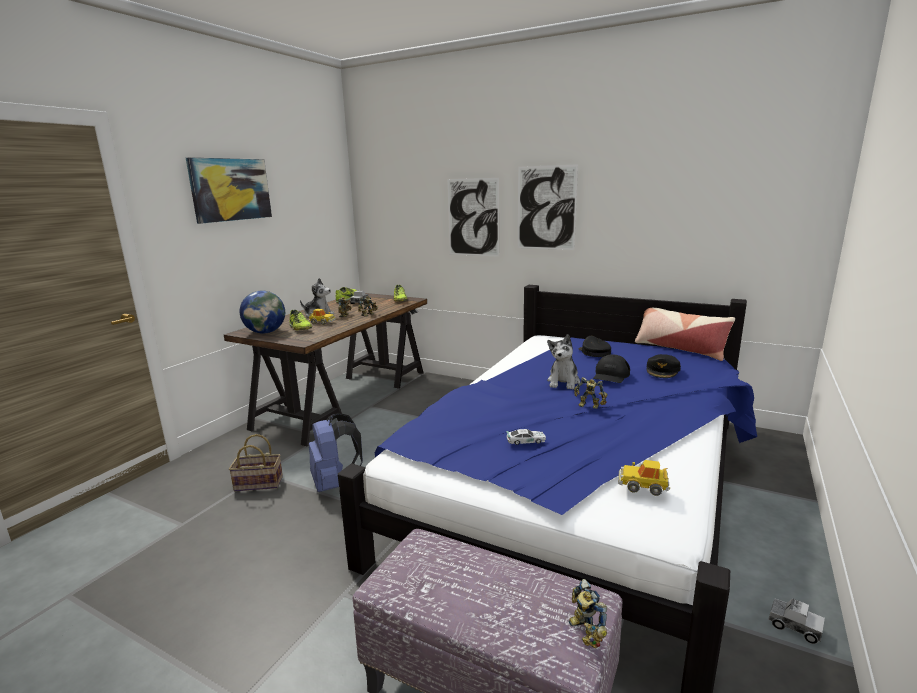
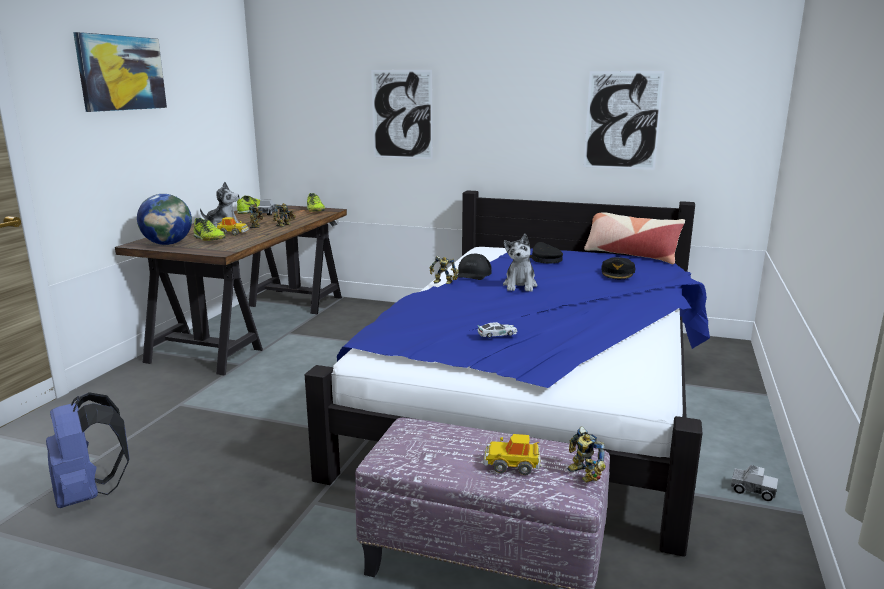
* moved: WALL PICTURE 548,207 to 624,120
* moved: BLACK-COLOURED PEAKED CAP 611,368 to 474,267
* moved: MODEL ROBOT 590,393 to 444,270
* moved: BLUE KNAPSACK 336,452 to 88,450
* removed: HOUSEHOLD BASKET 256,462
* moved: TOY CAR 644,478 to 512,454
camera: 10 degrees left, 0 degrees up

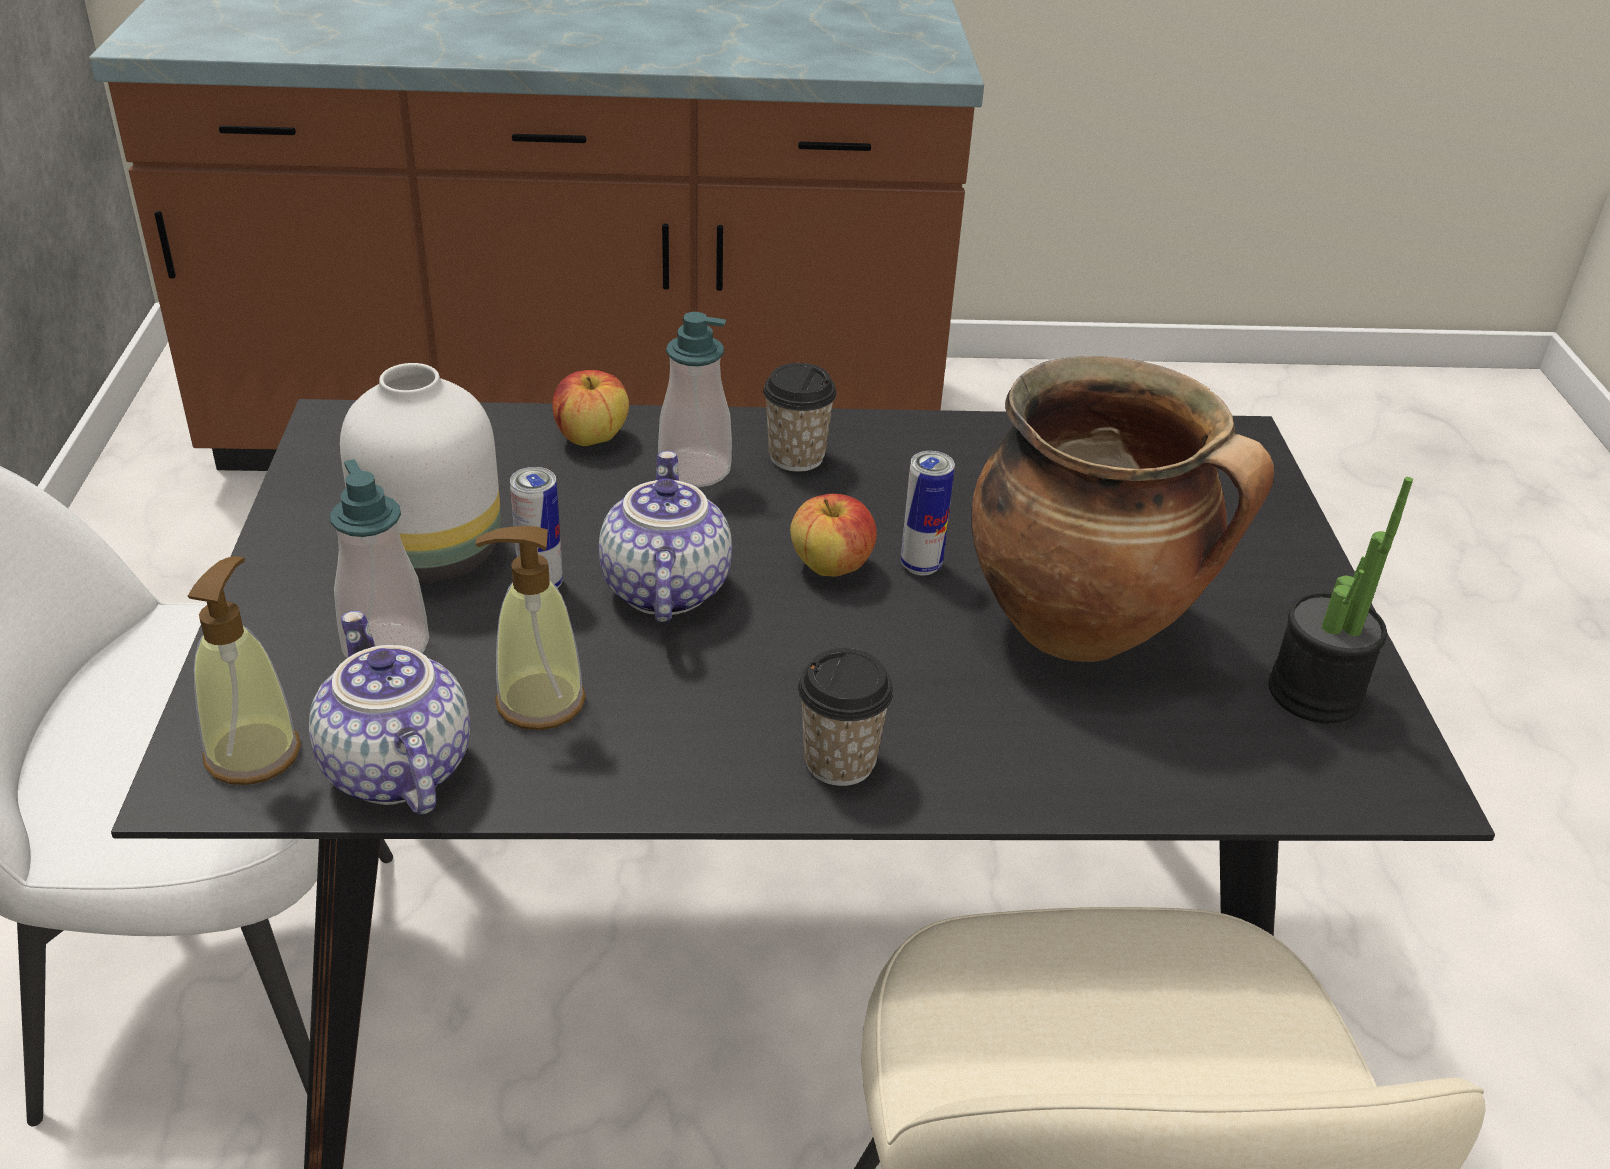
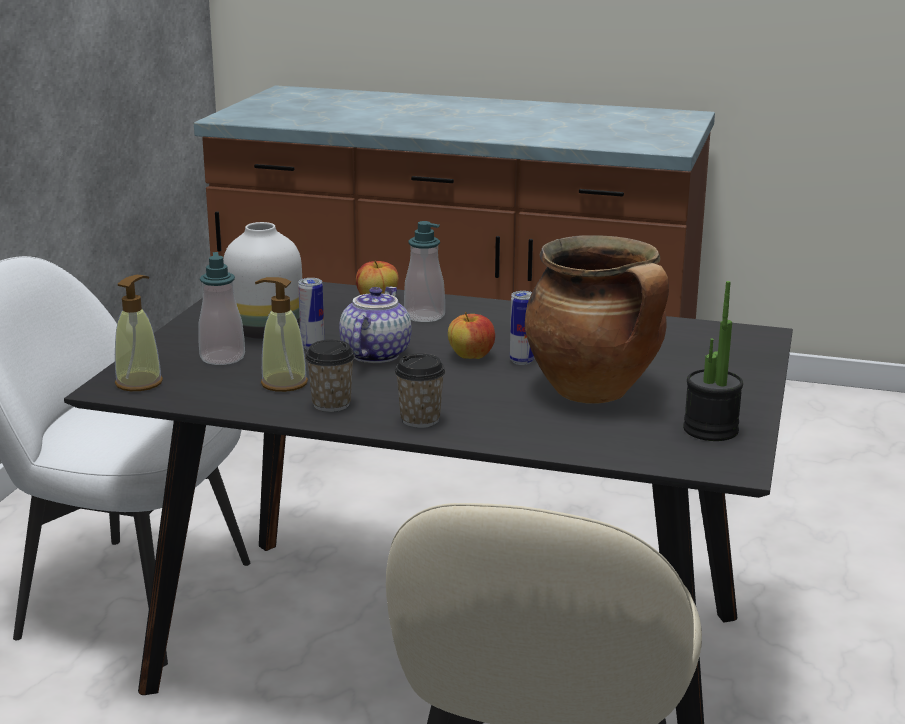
* moved: SMALL CUP 800,417 to 330,376
* removed: TEA POT 389,713
camera: 20 degrees right, 15 degrees down

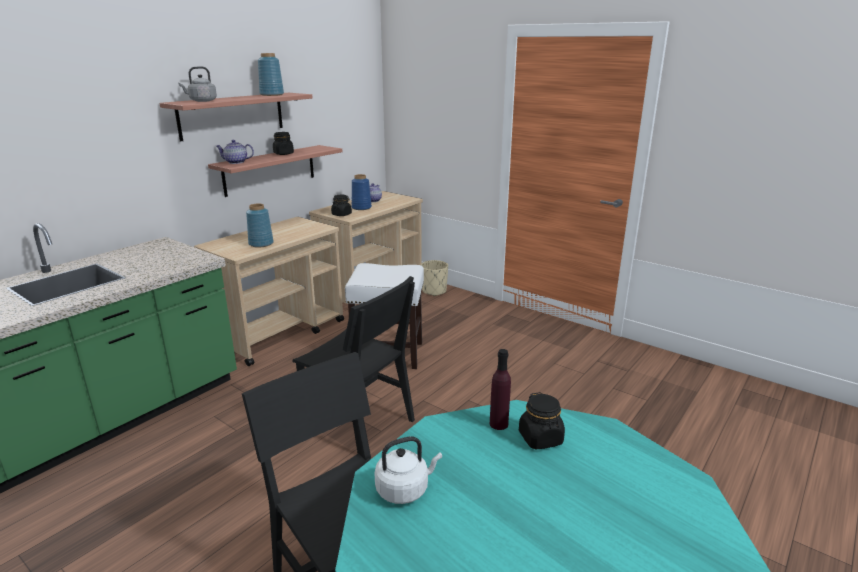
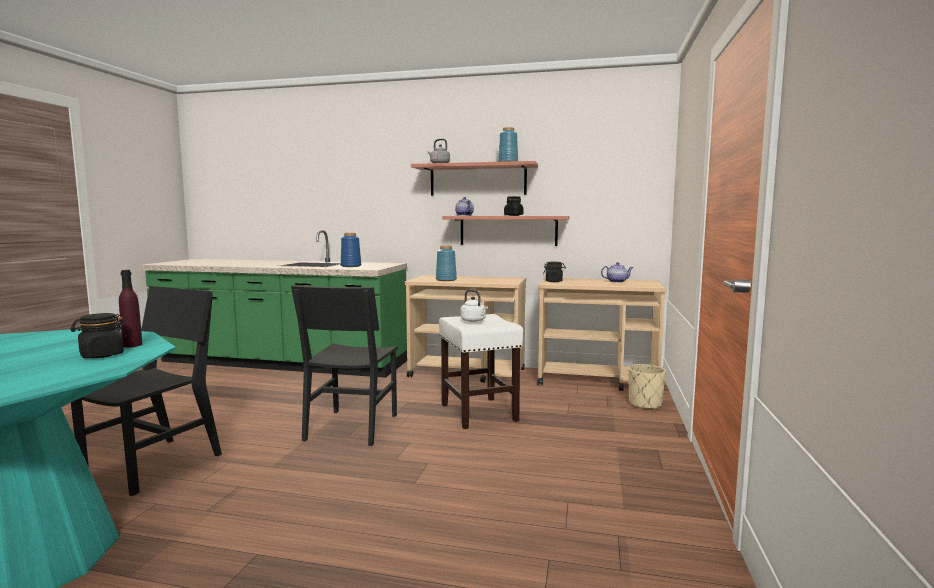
* moved: BLUE VASE 362,192 to 351,250
* moved: WHITE TEA KETTLE 408,470 to 474,306
camera: 65 degrees right, 15 degrees down

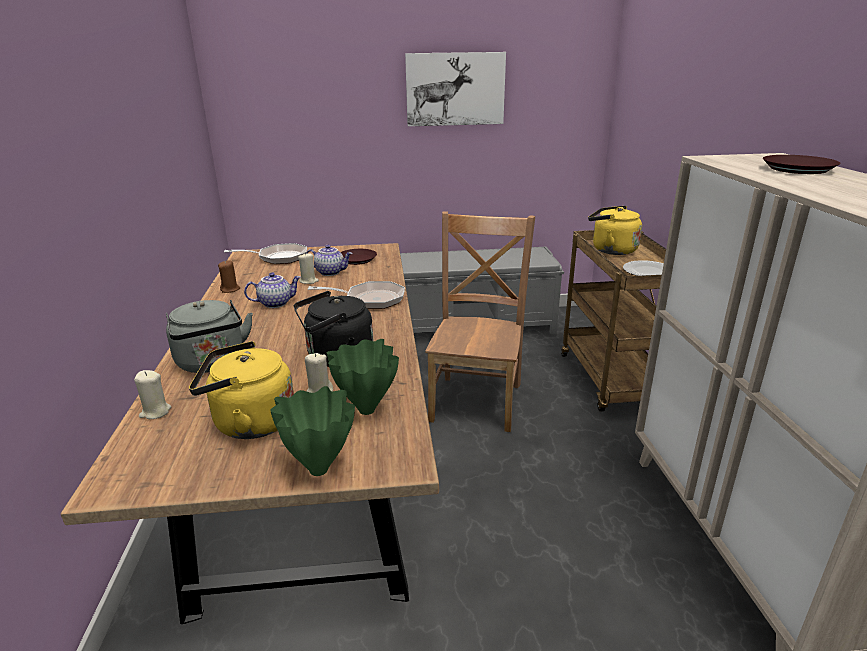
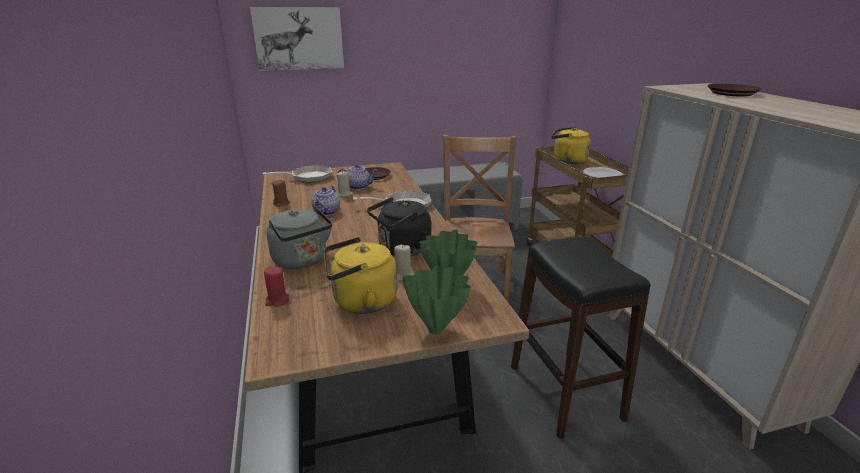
* moved: WALL PICTURE 455,89 to 297,39
* turned: TEA POT 272,290 = 326,201 135 degrees clockwise
* recoloured: SAND-COLOURED WAX LIGHT 152,394 to REDDISH WAX LIGHT 276,286
* added: BLACK-COLOURED SITTING STOOL 581,338
camera: 10 degrees left, 0 degrees up

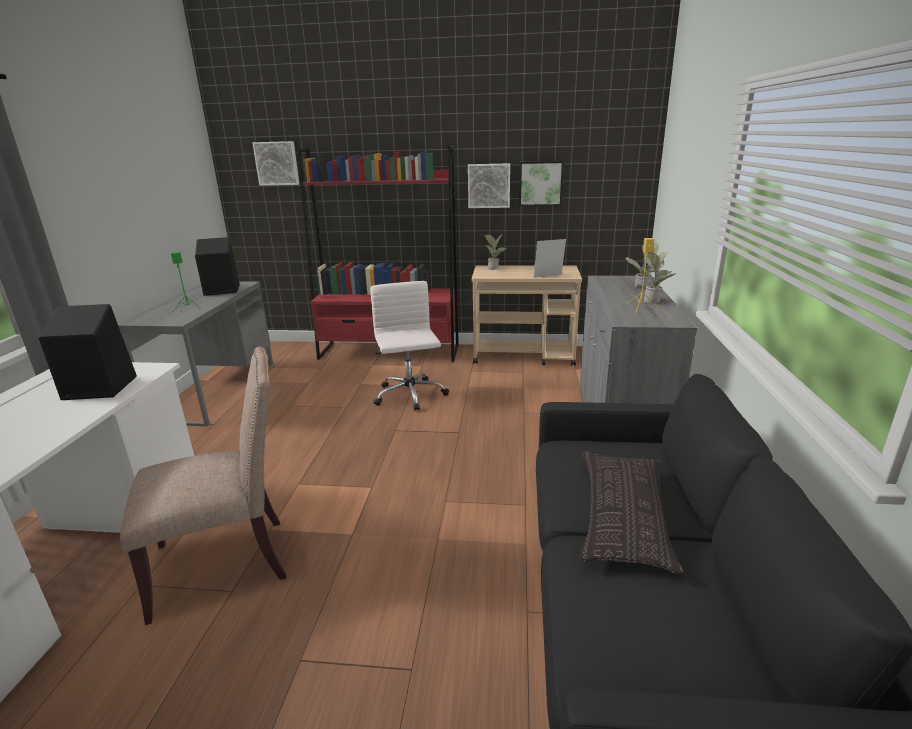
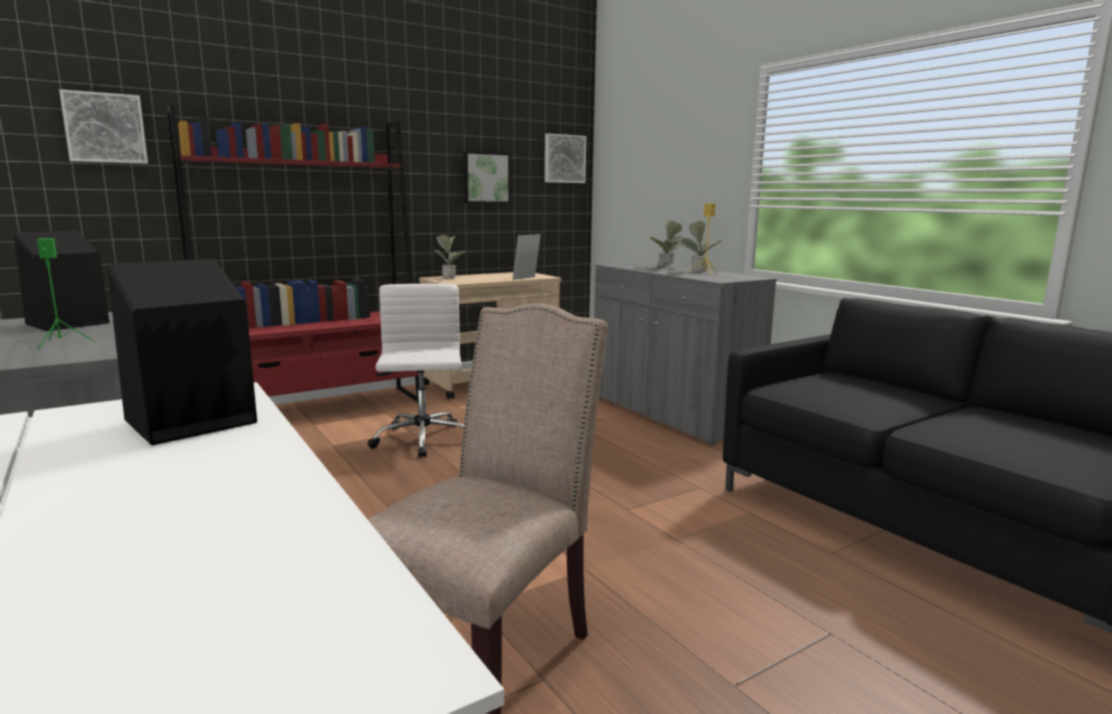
* moved: WALL PICTURE 489,185 to 565,158
* turned: WHITE COMPUTER CHAIR 409,346 = 415,371 45 degrees clockwise
* removed: CUSHION 632,513
camera: 40 degrees left, 10 degrees down

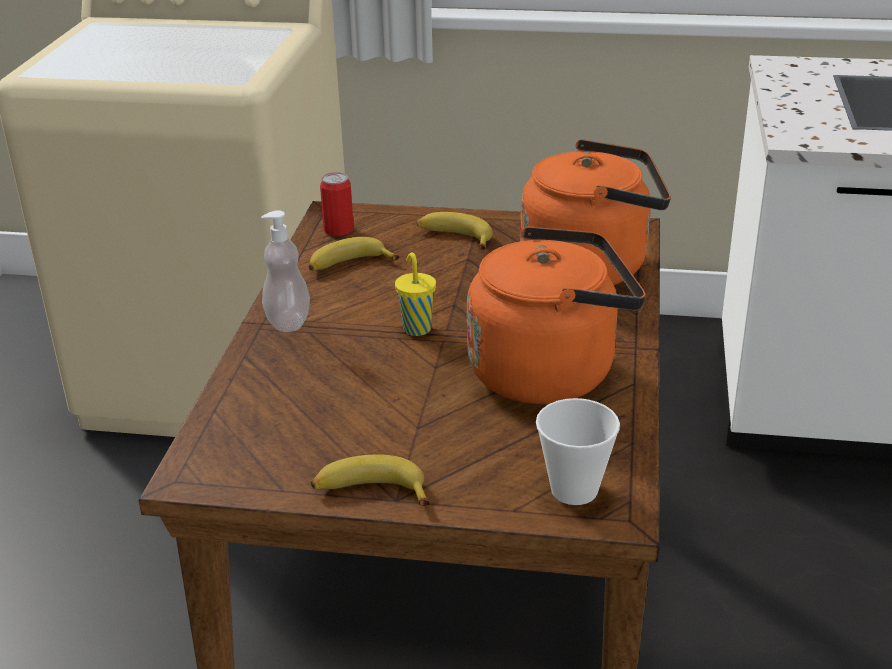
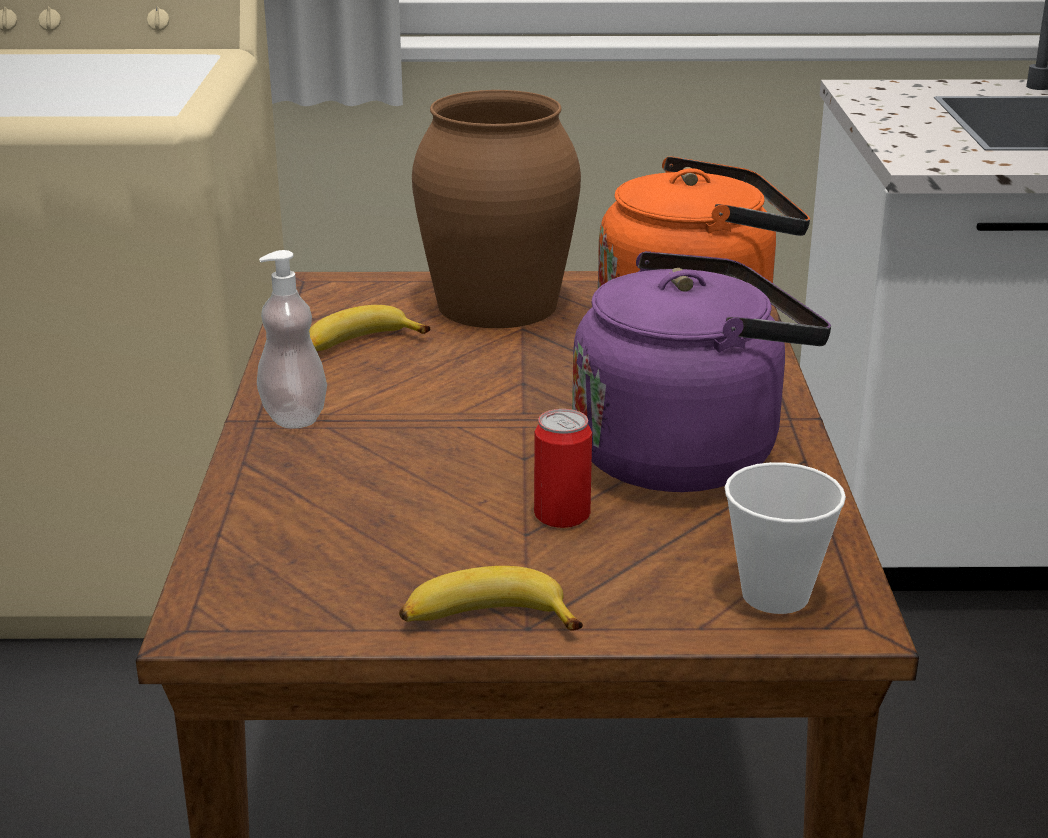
* moved: SEALED CAN 337,204 to 563,468
* replaced: WHOLE BANANA 454,231 to BROWN-COLOURED VASE 496,209
* recoloured: ORANGEY TEA KETTLE 556,315 to PURPLISH TEA KETTLE 701,371
* removed: YELLOW SMALL CUP 415,294
camera: 10 degrees left, 5 degrees down

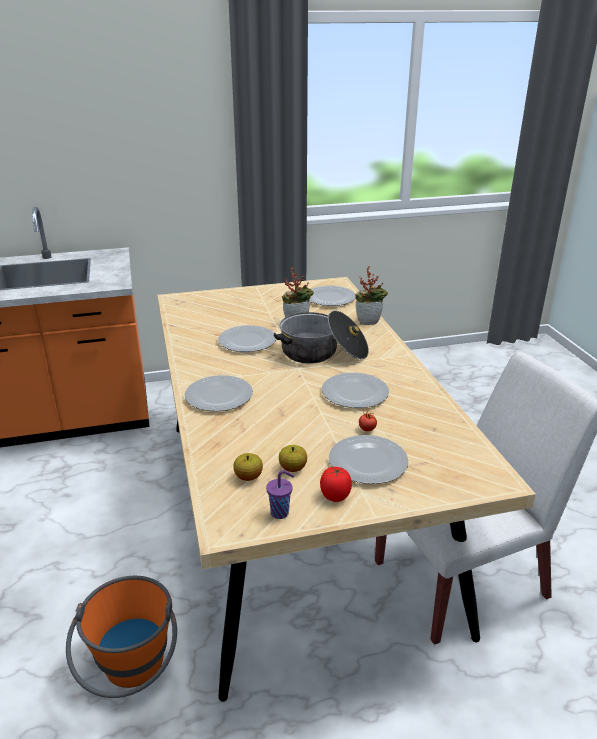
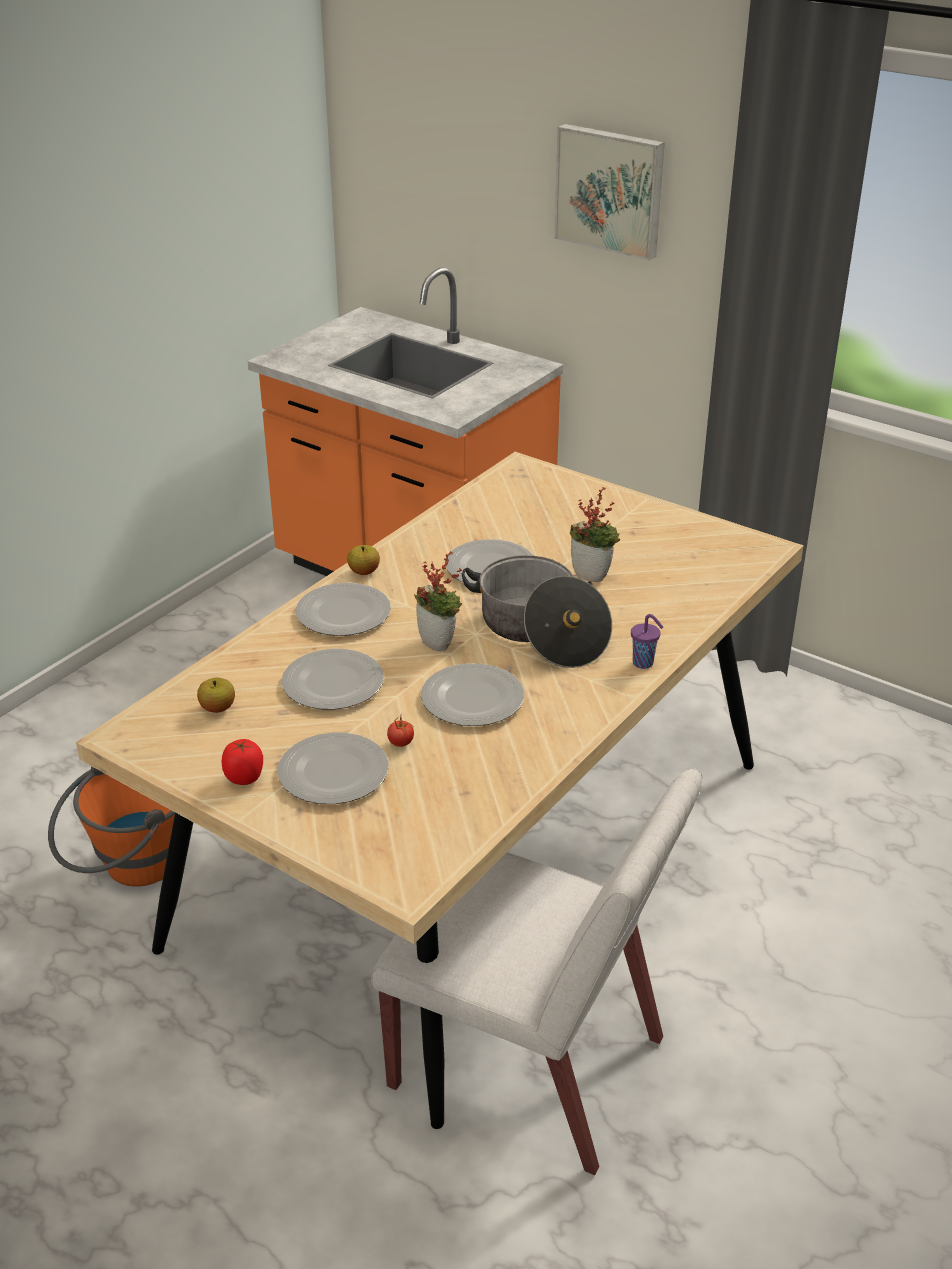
* moved: POTTED PLANT 371,295 to 438,601
* moved: DINNER PLATE 332,295 to 332,679
* moved: APPLE FRUIT 293,458 to 363,560
* moved: PURPLISH SMALL CUP 280,494 to 647,641
* added: WALL PICTURE 609,192
camera: 50 degrees right, 5 degrees up

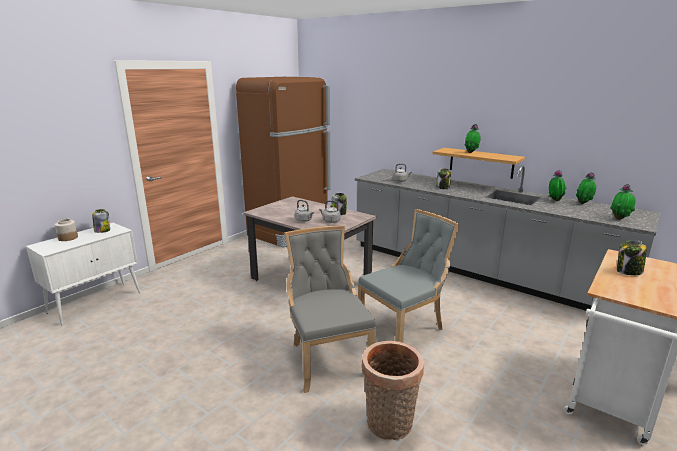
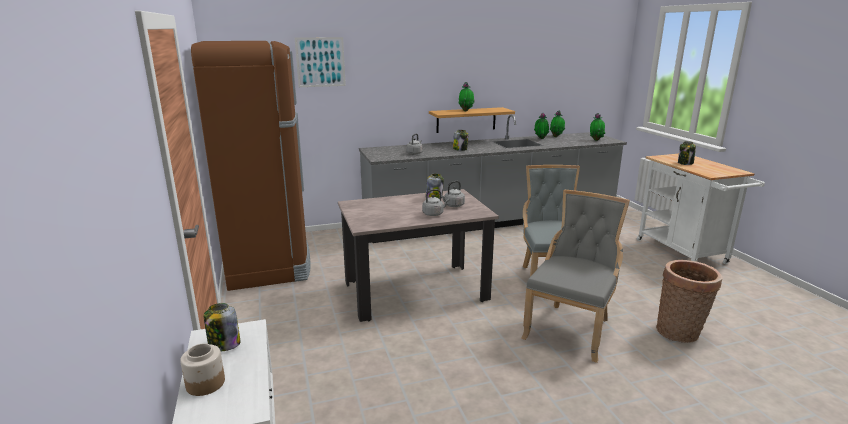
* turned: GRAY PLAIN CHAIR 330,309 = 575,276 105 degrees clockwise
* added: WALL PICTURE 320,62
camera: 55 degrees left, 0 degrees up

